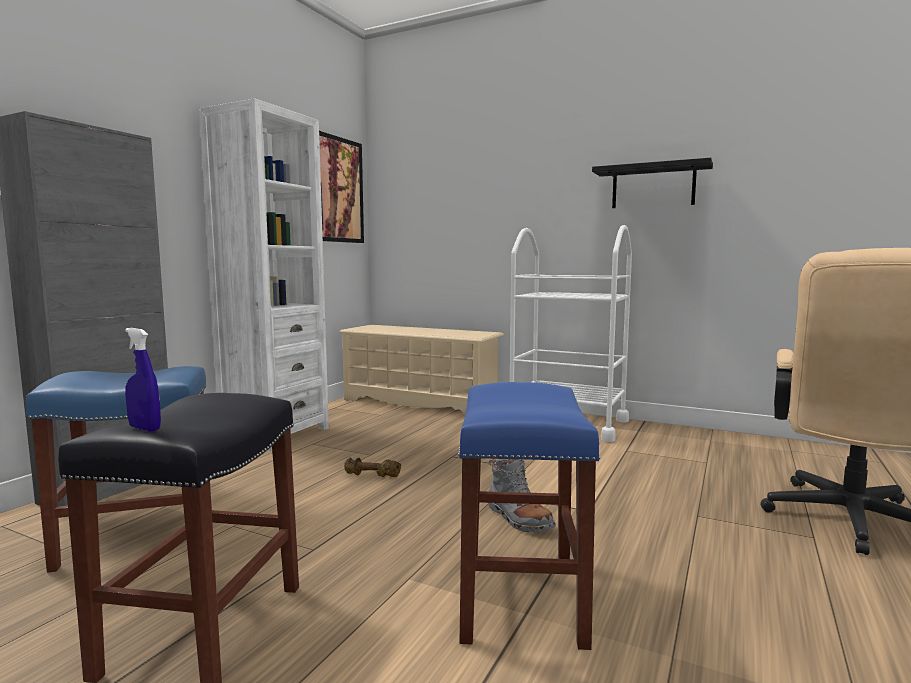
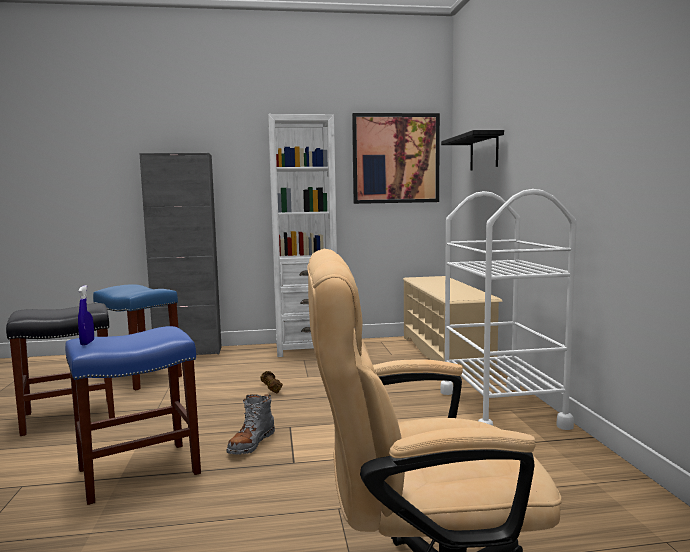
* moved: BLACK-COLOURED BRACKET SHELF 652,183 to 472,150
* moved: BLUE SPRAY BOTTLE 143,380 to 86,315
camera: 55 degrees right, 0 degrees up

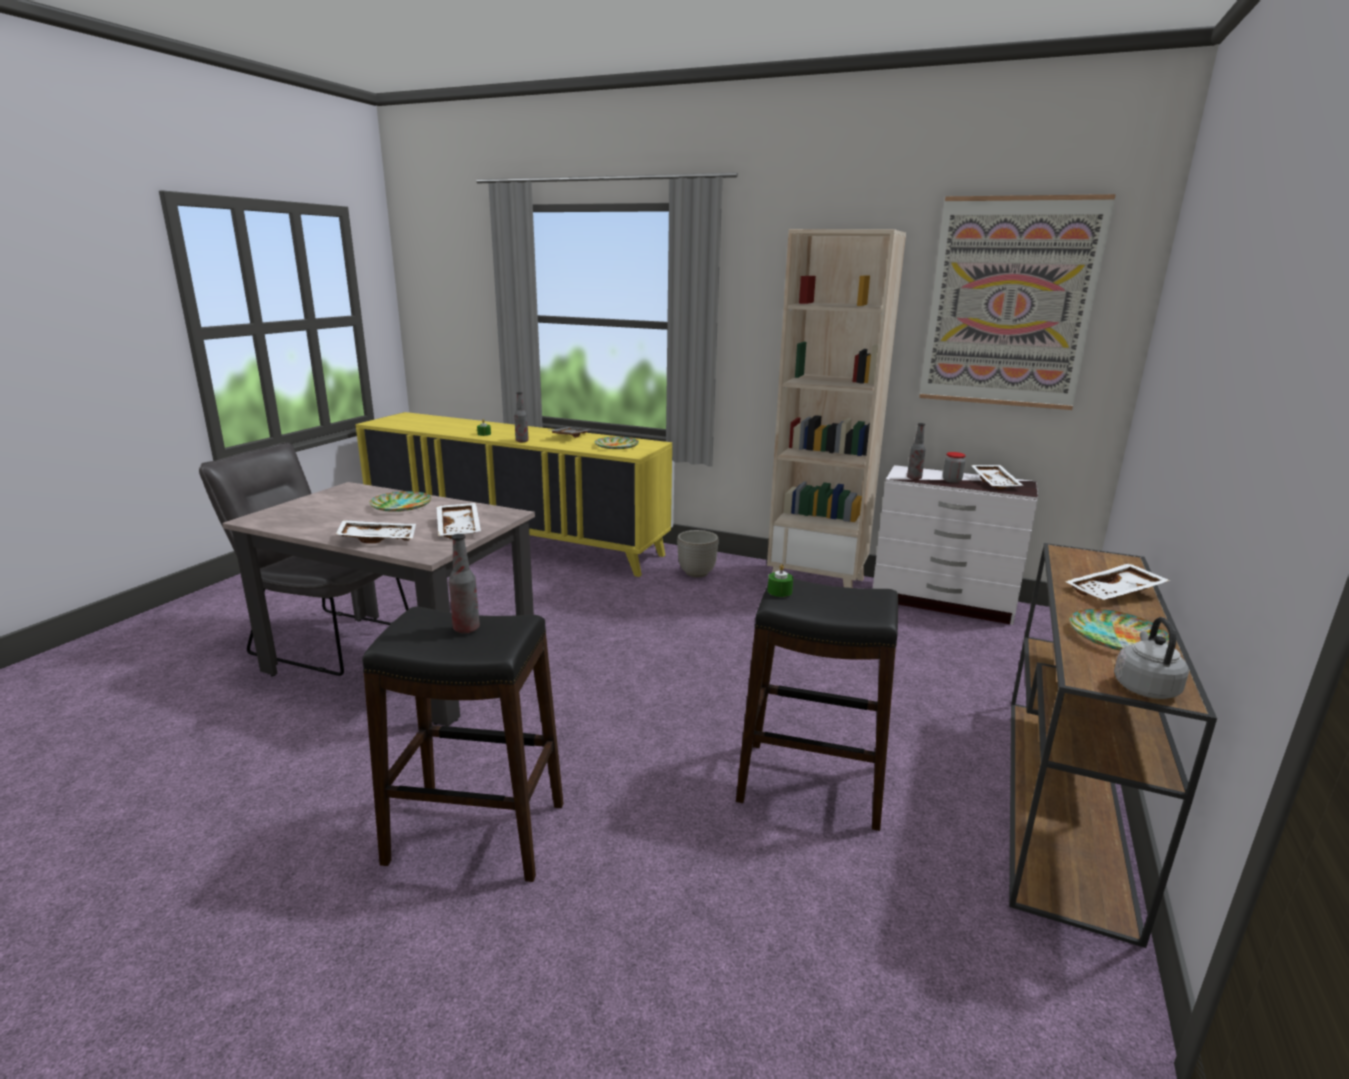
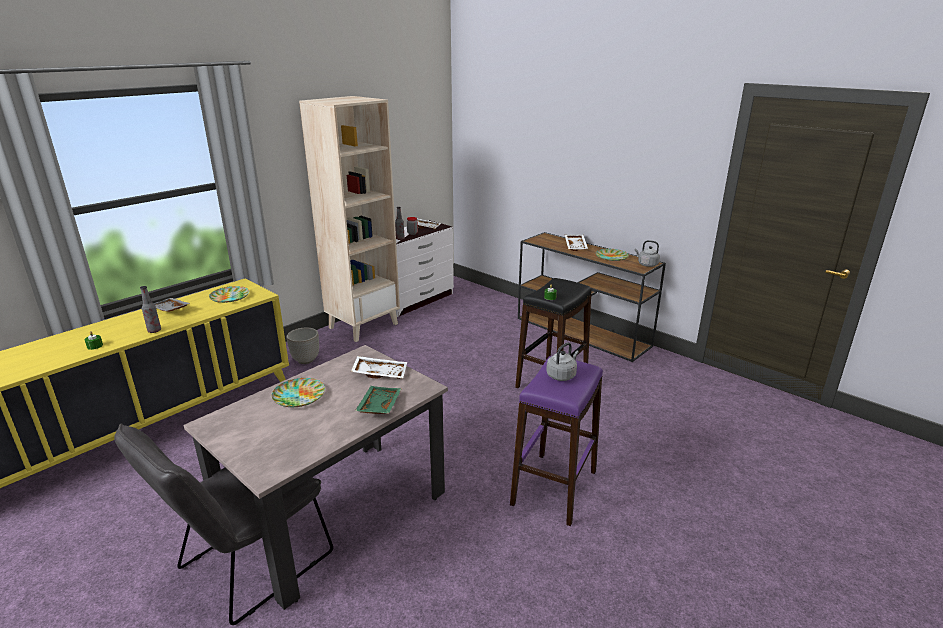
* removed: WALL PICTURE 1017,302
* recoloured: WHITE TRAY 375,531 to GREEN-COLOURED TRAY 378,400
* replaced: DRINK BOTTLE 464,583 to GRAY TEA KETTLE 562,361
* recoloured: BLACK-COLOURED SITTING STOOL 463,744 to PURPLISH SITTING STOOL 556,441
camera: 70 degrees left, 5 degrees up

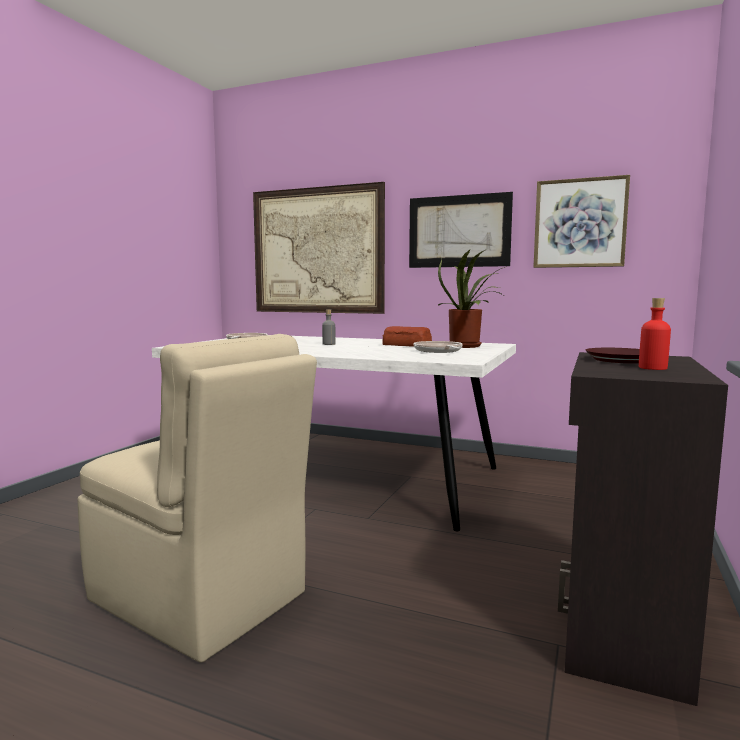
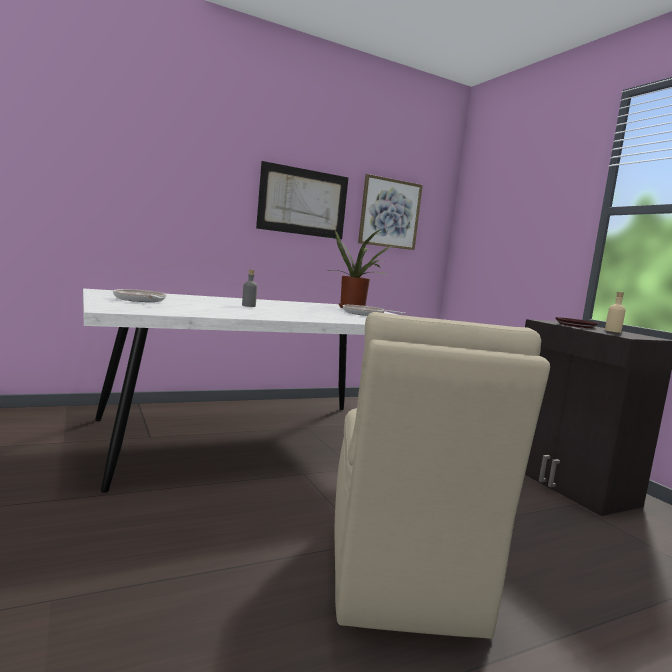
* removed: WALL PICTURE 319,248
* recoloured: REDDISH DRINK BOTTLE 655,334 to SAND-COLOURED DRINK BOTTLE 615,312
* removed: BAKED BREAD 407,336
* turned: SAND-COLOURED PLAIN CHAIR 197,498 = 442,475 105 degrees clockwise
camera: 50 degrees left, 0 degrees up

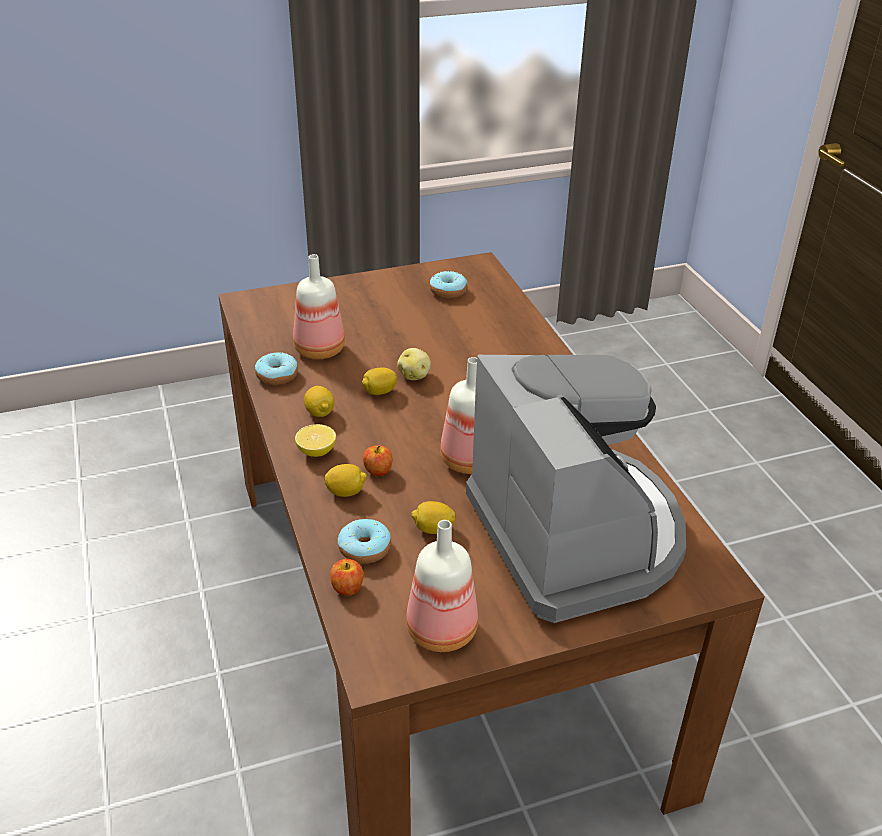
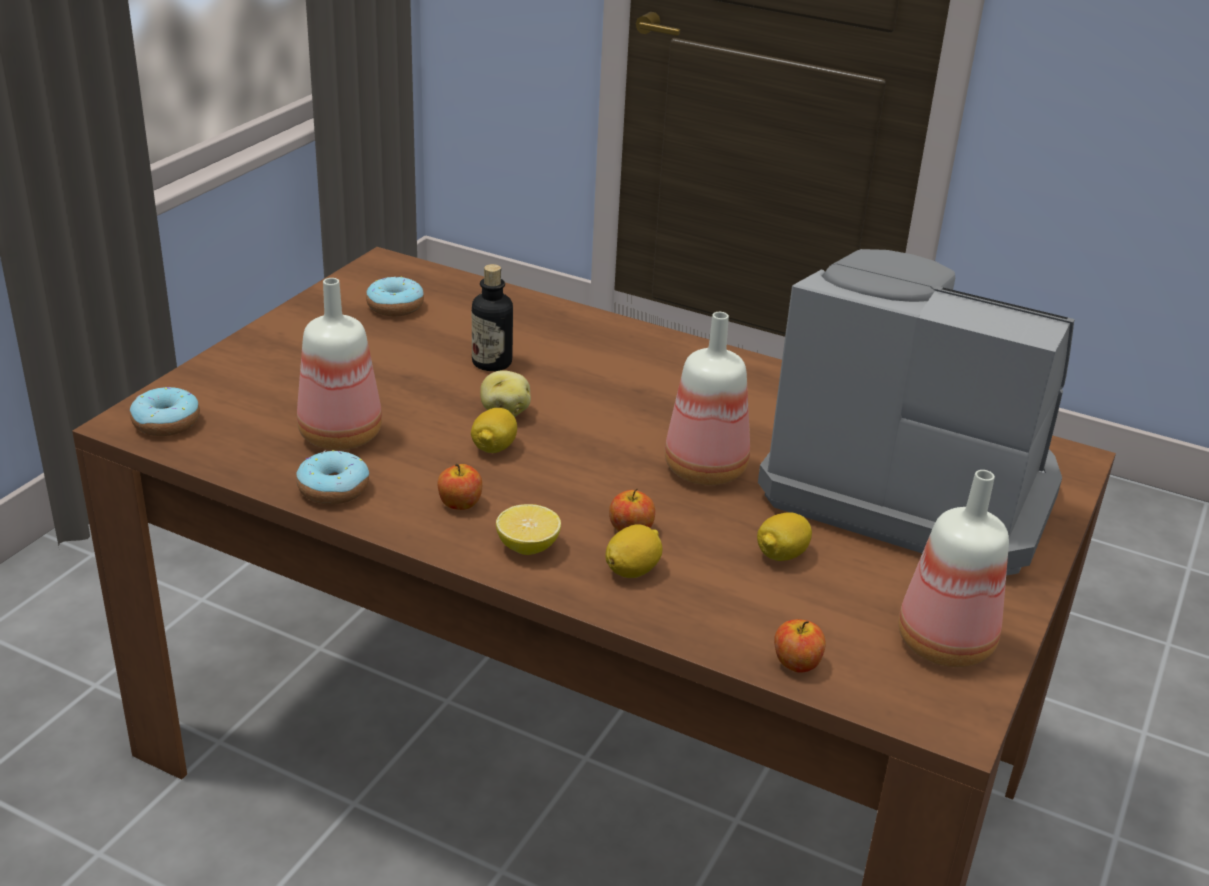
* replaced: LEMON 319,401 to APPLE FRUIT 459,486
* moved: RING DOUGHNUT 364,541 to 165,411
* added: DRINK BOTTLE 492,317
camera: 45 degrees left, 5 degrees down

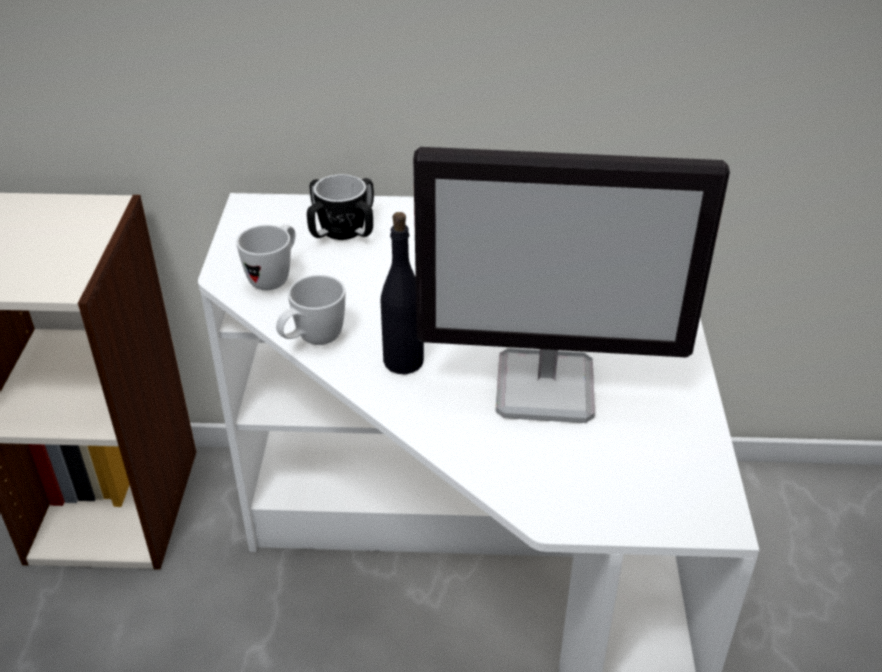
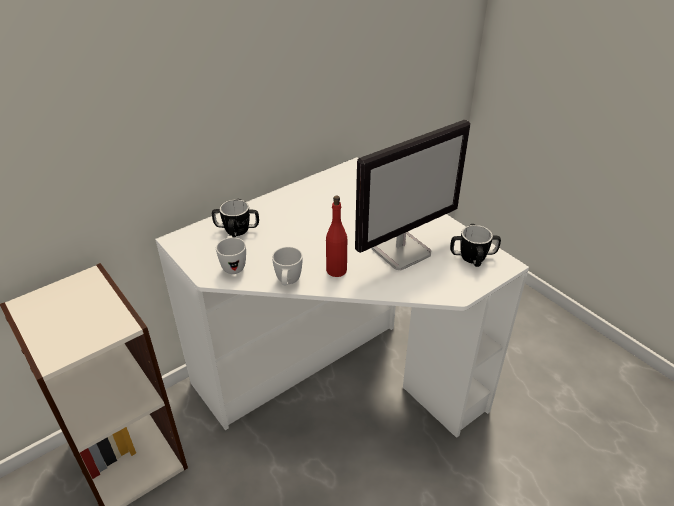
* recoloured: BLACK-COLOURED DRINK BOTTLE 402,293 to REDDISH DRINK BOTTLE 336,236
* added: MUG 475,245
camera: 40 degrees left, 0 degrees up

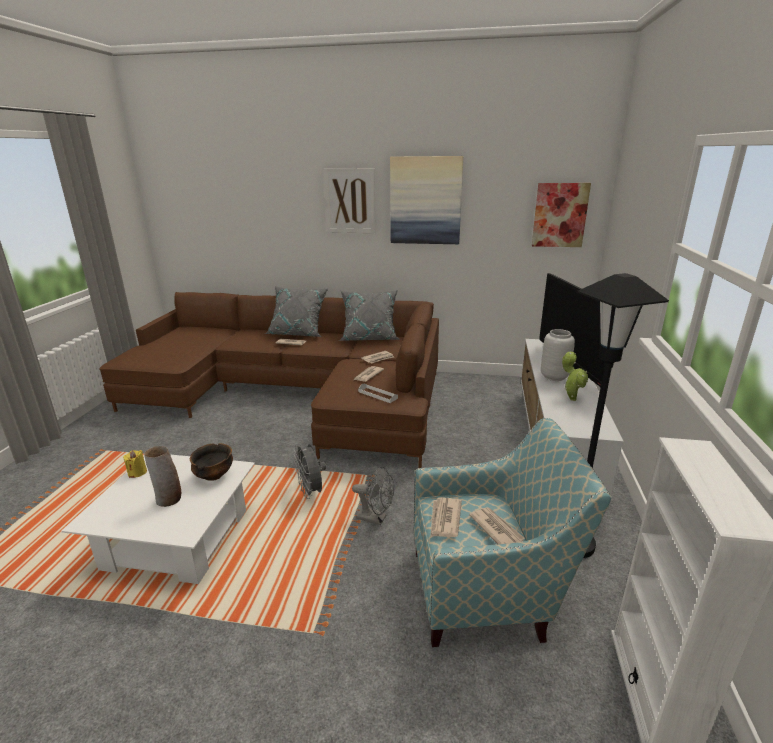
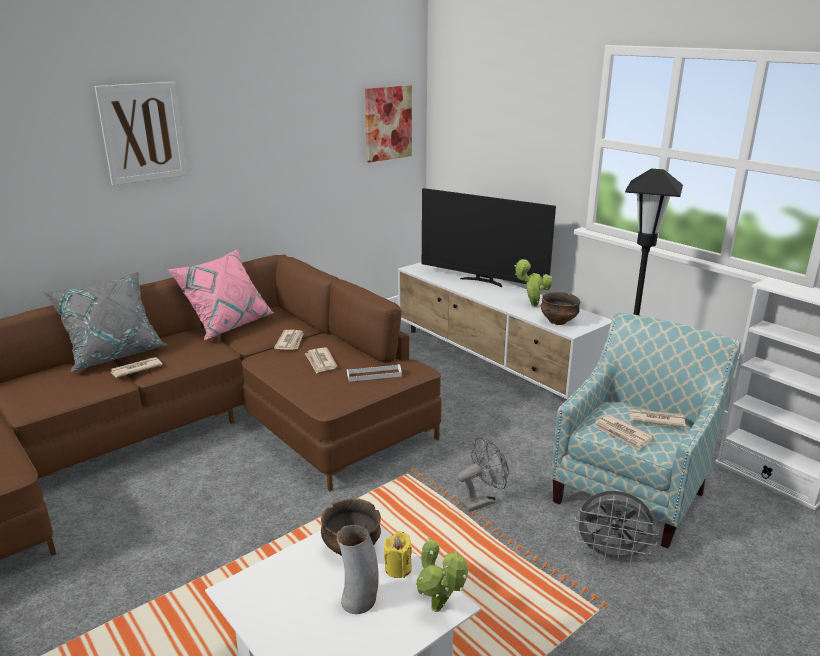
* removed: WALL PICTURE 426,200
* recoloured: GRAY CUSHION 370,315 to PINK CUSHION 220,294
* removed: GRAY VASE 558,355
* moved: GRAY ELECTRIC FAN 310,471 to 616,528
* moved: YELLOW WAX LIGHT 135,464 to 398,554
* added: DEEP DISH 560,308
* added: POTTED PLANT 442,575
camera: 50 degrees left, 0 degrees up

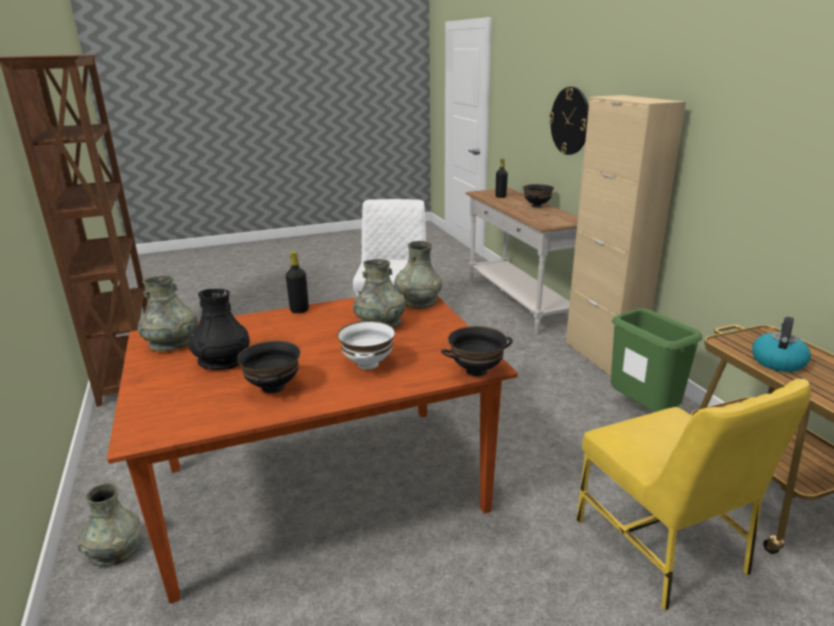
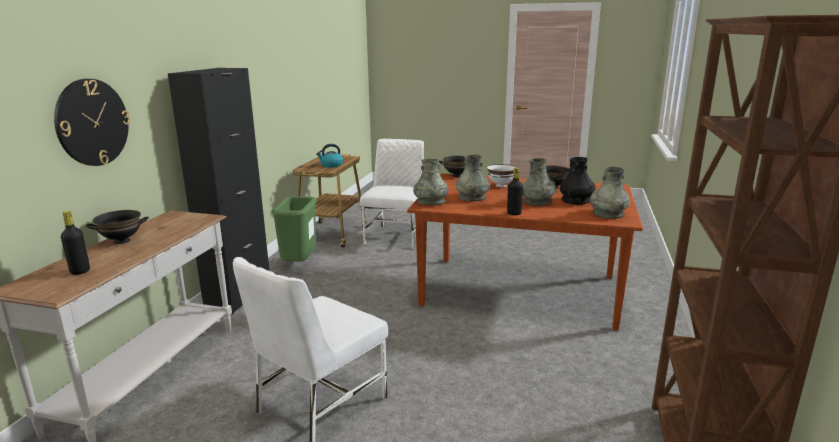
* recoloured: SAND-COLOURED CABINET 626,236 to BLACK-COLOURED CABINET 218,191
* recoloured: YELLOW PLAIN CHAIR 693,495 to WHITE PLAIN CHAIR 392,194
* moved: GRAY VASE 109,525 to 539,182
camera: 145 degrees left, 5 degrees down

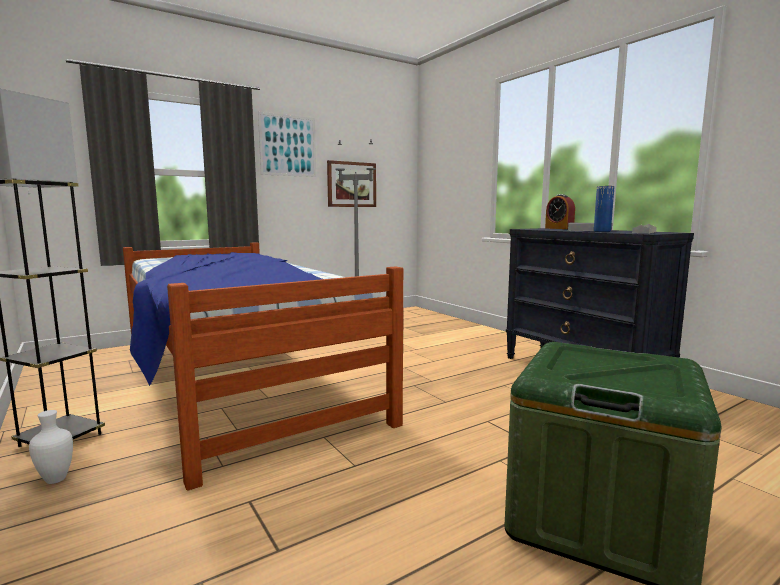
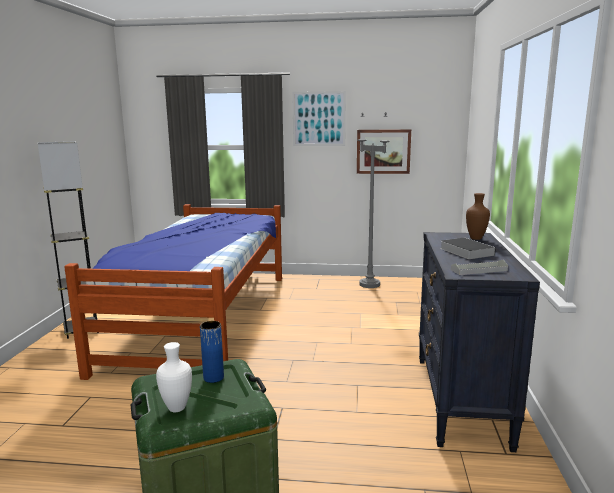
* moved: BLUE VASE 604,209 to 212,352
* replaced: TABLE CLOCK 560,211 to BROWN-COLOURED VASE 478,216
* moved: WHITE VASE 51,447 to 174,377
camera: 40 degrees right, 5 degrees up

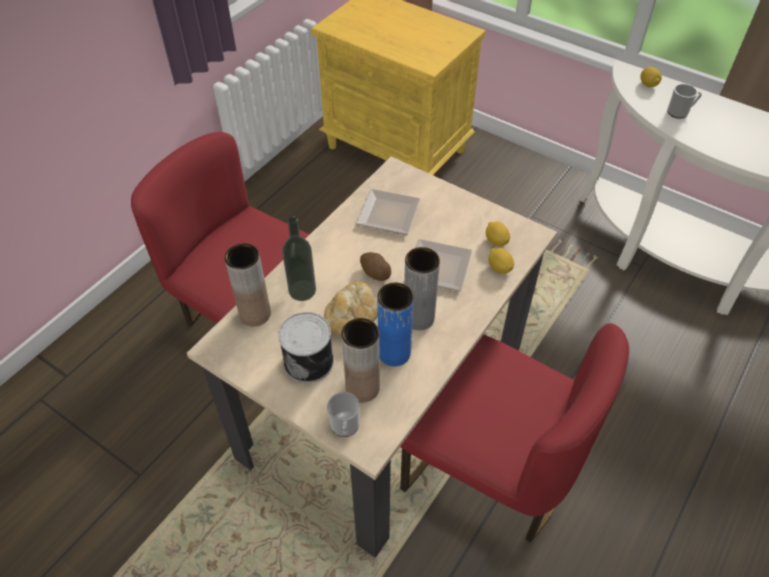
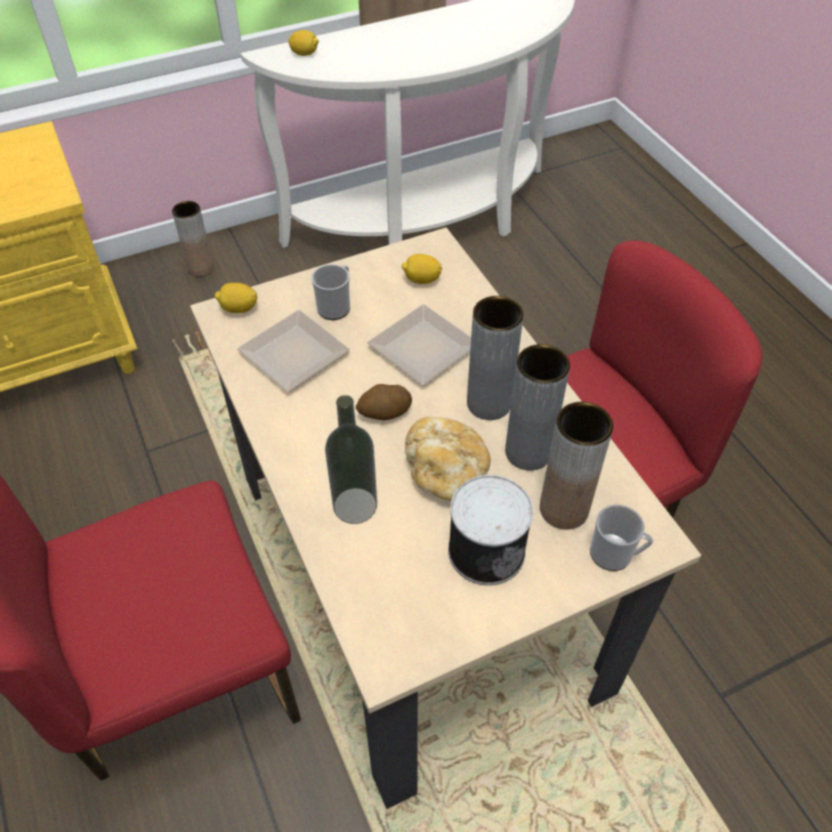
* moved: MUG 684,101 to 331,292
* moved: BROWN-COLOURED VASE 248,285 to 193,239
* moved: LEMON 501,261 to 236,298
* recoloured: BLUE VASE 395,324 to GRAY VASE 537,407
camera: 60 degrees left, 0 degrees up

